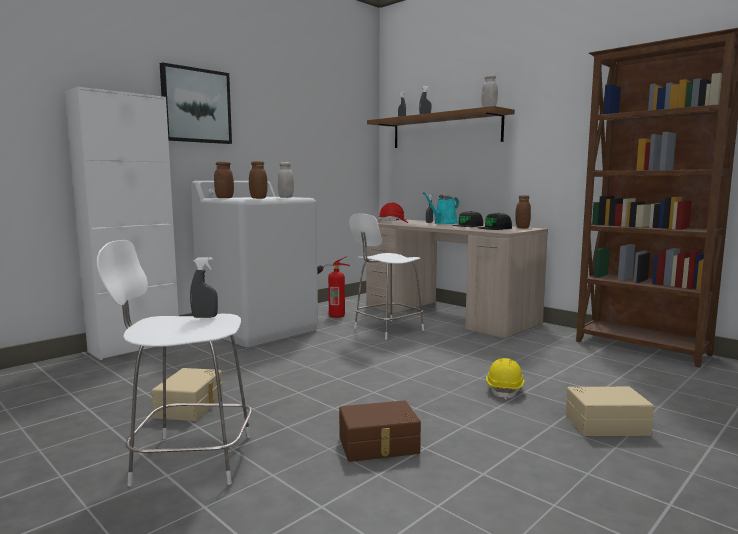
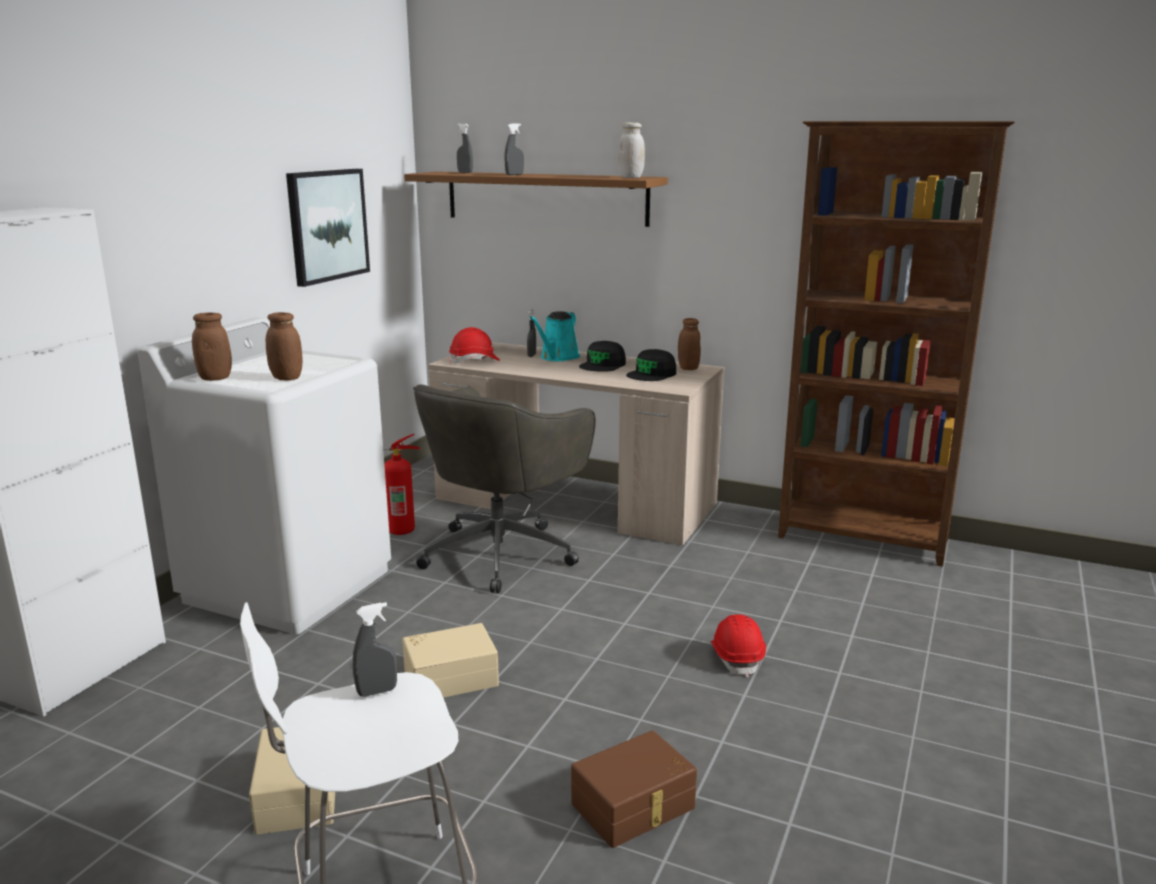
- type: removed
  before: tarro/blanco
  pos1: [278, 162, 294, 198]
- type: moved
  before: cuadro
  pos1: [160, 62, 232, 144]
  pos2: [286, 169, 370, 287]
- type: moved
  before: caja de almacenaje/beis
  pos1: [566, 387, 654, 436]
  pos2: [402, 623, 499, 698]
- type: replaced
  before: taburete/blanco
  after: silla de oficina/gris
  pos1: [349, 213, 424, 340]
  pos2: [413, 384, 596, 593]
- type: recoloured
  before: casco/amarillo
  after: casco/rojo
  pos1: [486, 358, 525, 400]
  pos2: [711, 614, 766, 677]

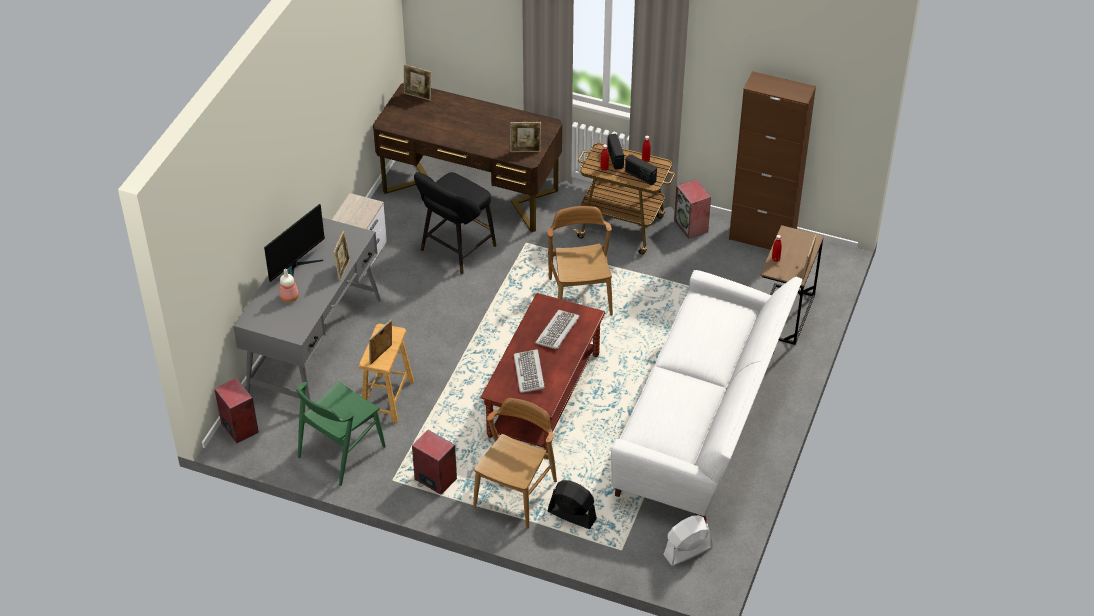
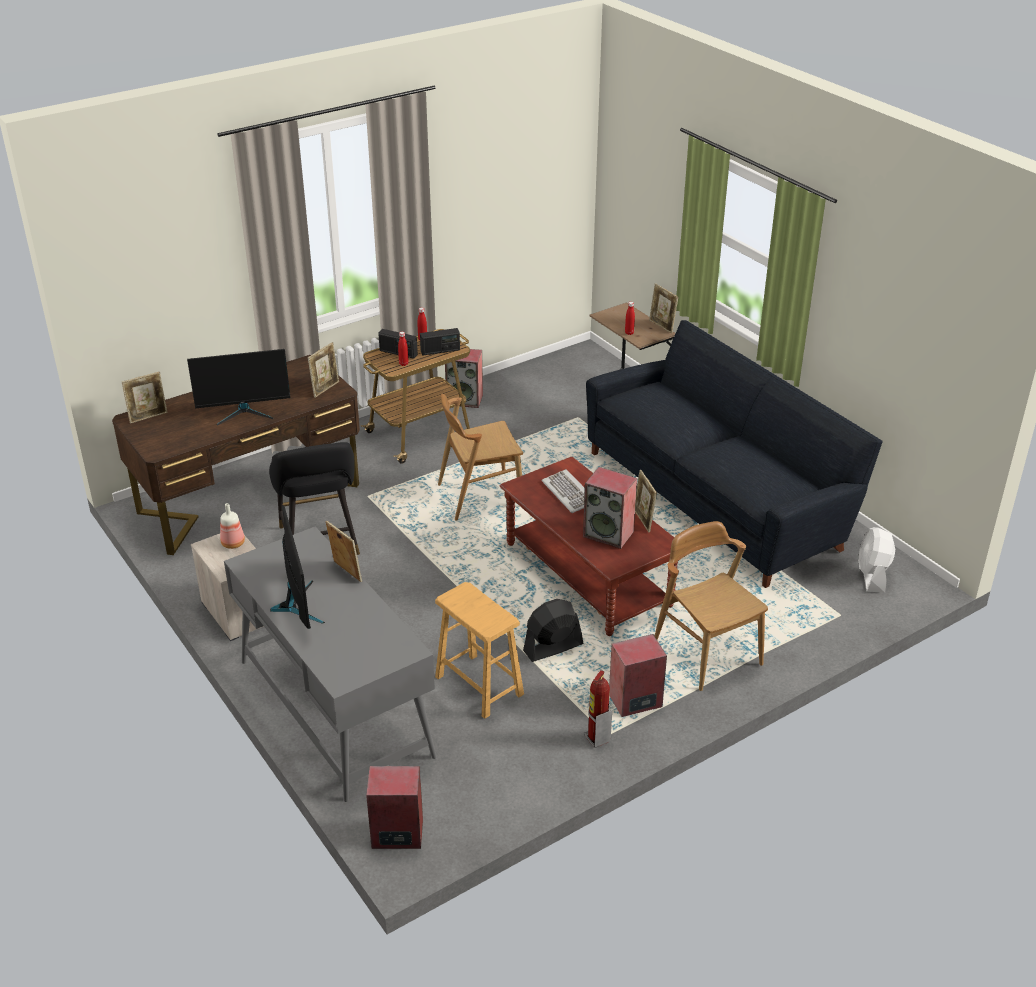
- type: removed
  before: silla/verde
  pos1: [296, 382, 386, 486]
- type: removed
  before: armario/marrón
  pos1: [729, 71, 816, 250]
- type: added
  after: monitor
  pos2: [187, 349, 290, 426]
- type: added
  after: extintor
  pos2: [584, 670, 612, 748]
- type: moved
  before: botella
  pos1: [279, 269, 299, 302]
  pos2: [220, 503, 245, 549]
- type: moved
  before: portarretratos
  pos1: [369, 319, 392, 365]
  pos2: [635, 470, 657, 532]
- type: moved
  before: ventilador/negro
  pos1: [547, 480, 597, 529]
  pos2: [523, 599, 583, 662]
- type: replaced
  before: teclado
  after: altavoz
  pos1: [514, 349, 545, 393]
  pos2: [583, 467, 637, 549]
- type: recoloured
  before: sofá/blanco
  after: sofá/negro
  pos1: [611, 270, 803, 522]
  pos2: [586, 320, 883, 588]
- type: turned
  before: silla/marrón
  pos1: [548, 206, 613, 316]
  pos2: [438, 394, 523, 520]
  turn: -45

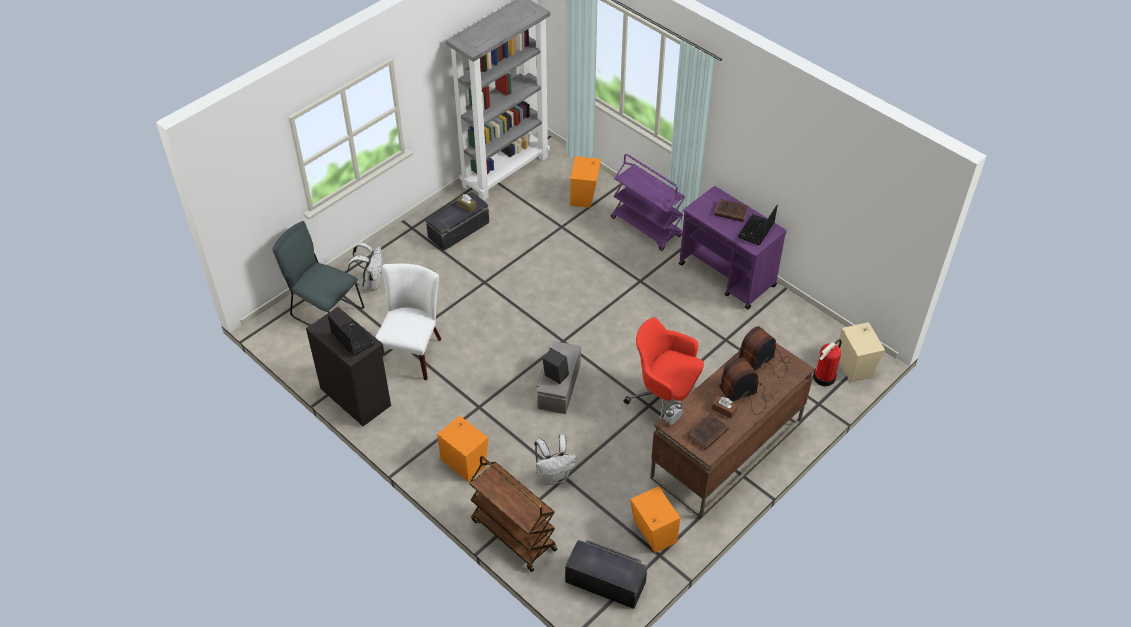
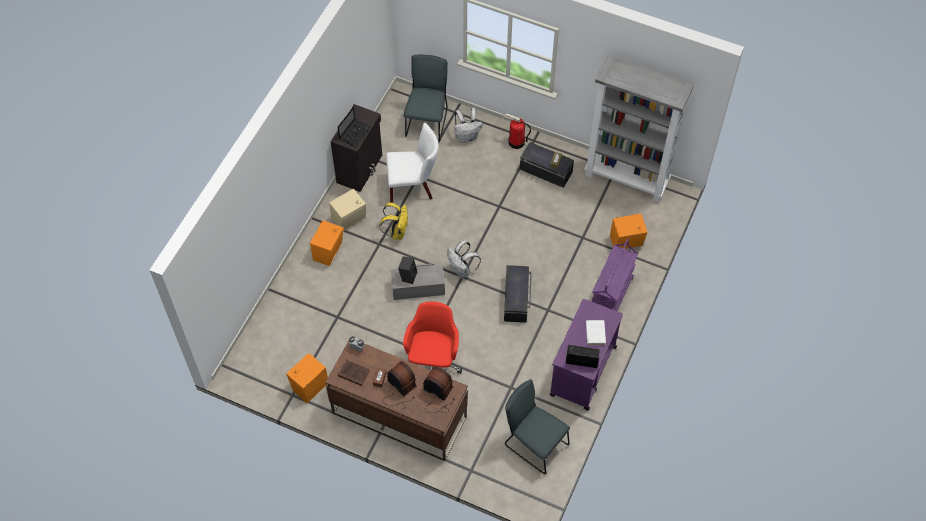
- type: removed
  before: carrito/marrón
  pos1: [469, 456, 557, 572]
- type: added
  after: mochila/amarillo
  pos2: [379, 202, 408, 240]
- type: added
  after: silla/gris
  pos2: [505, 379, 570, 474]
- type: moved
  before: mochila/blanco
  pos1: [534, 434, 577, 485]
  pos2: [447, 240, 481, 279]
- type: moved
  before: caja de almacenaje/negro
  pos1: [565, 540, 648, 609]
  pos2: [504, 265, 532, 323]
- type: moved
  before: extintor
  pos1: [813, 339, 842, 386]
  pos2: [504, 113, 531, 149]
- type: moved
  before: altavoz/beis
  pos1: [837, 322, 885, 382]
  pos2: [329, 189, 366, 231]
- type: recoloured
  before: libro/marrón
  after: libro/blanco
  pos1: [714, 199, 748, 222]
  pos2: [586, 320, 606, 345]

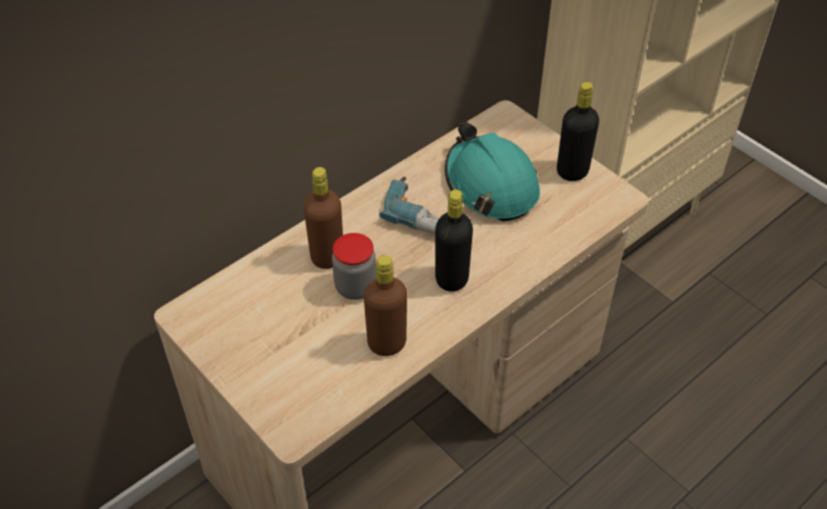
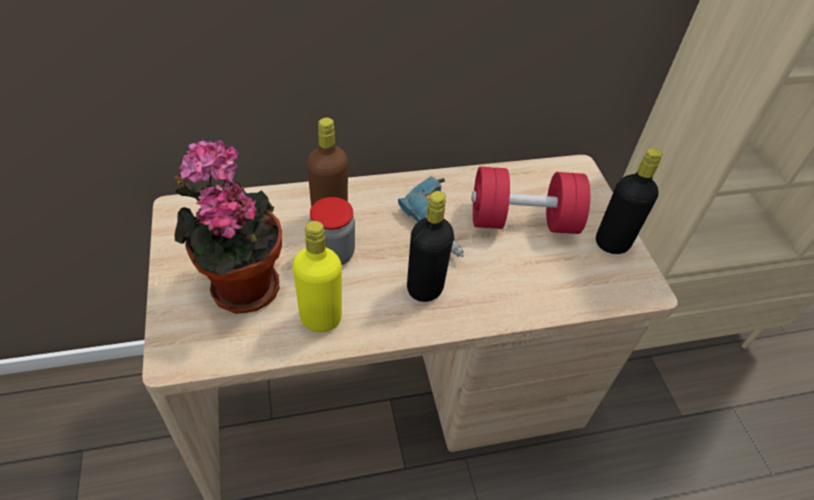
- type: added
  after: planta en maceta
  pos2: [174, 139, 282, 314]
- type: replaced
  before: casco/turquesa
  after: mancuerna/rojo
  pos1: [445, 122, 540, 221]
  pos2: [472, 167, 590, 234]
- type: recoloured
  before: botella/marrón
  after: botella/amarillo
  pos1: [364, 255, 407, 356]
  pos2: [293, 221, 342, 332]

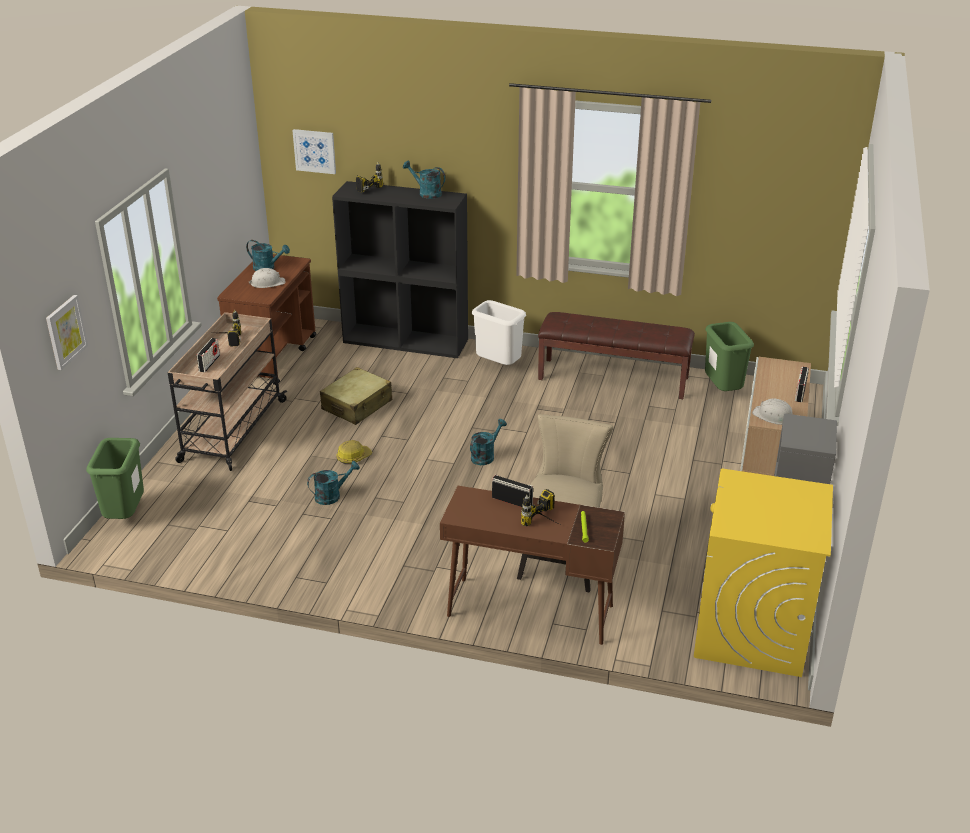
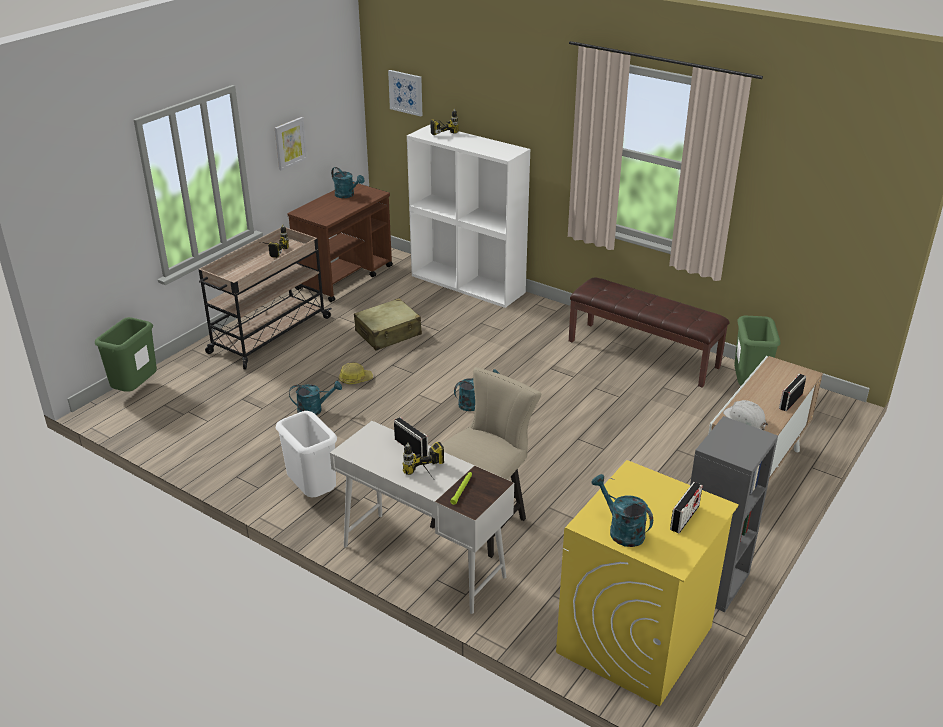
- type: removed
  before: casco/blanco
  pos1: [248, 268, 285, 288]
- type: moved
  before: cuadro
  pos1: [46, 295, 88, 370]
  pos2: [275, 117, 307, 171]
- type: moved
  before: radio
  pos1: [197, 338, 220, 372]
  pos2: [670, 482, 703, 533]
- type: moved
  before: regadera/turquesa
  pos1: [403, 161, 445, 199]
  pos2: [591, 474, 653, 547]
- type: moved
  before: papelera/blanco
  pos1: [472, 300, 526, 365]
  pos2: [276, 411, 337, 497]
- type: recoloured
  before: estantería/negro
  after: estantería/blanco
  pos1: [332, 181, 468, 358]
  pos2: [407, 124, 530, 308]
- type: recoloured
  before: escritorio/marrón
  after: escritorio/blanco
  pos1: [440, 486, 625, 645]
  pos2: [330, 421, 514, 614]

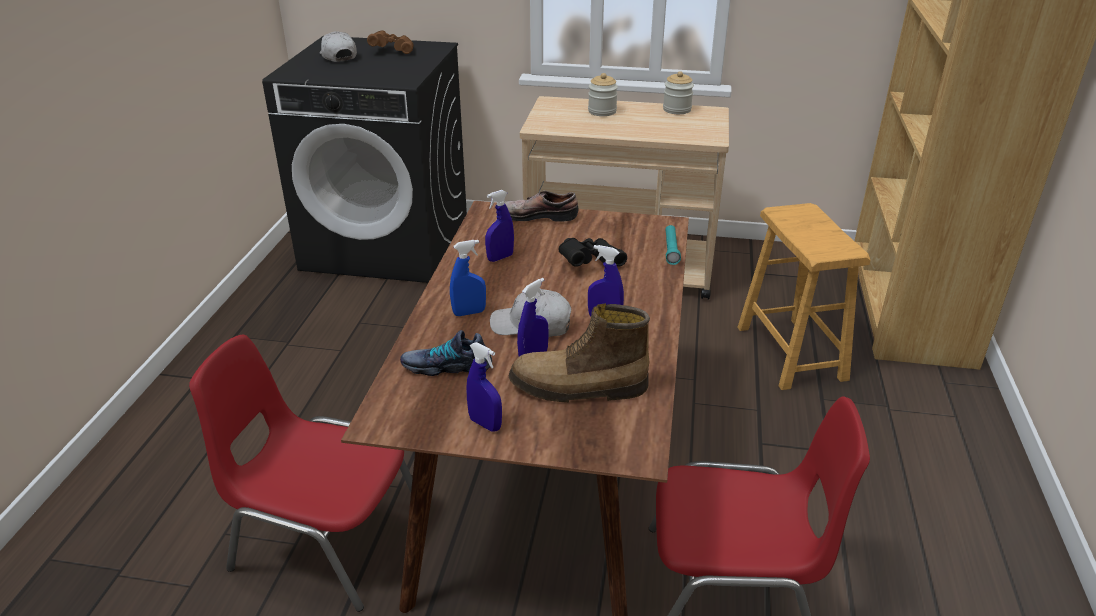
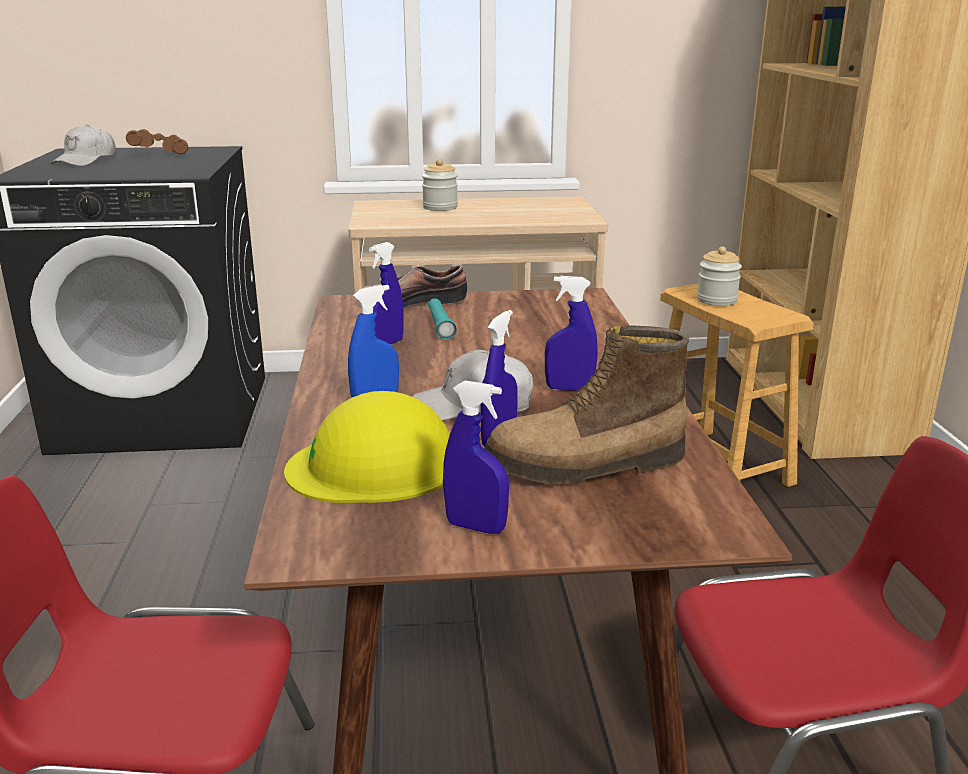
- type: removed
  before: prismáticos/negro
  pos1: [558, 238, 627, 267]
- type: moved
  before: tarro
  pos1: [663, 71, 694, 114]
  pos2: [697, 247, 742, 306]
- type: moved
  before: linterna/turquesa
  pos1: [665, 225, 681, 265]
  pos2: [428, 298, 457, 340]
- type: replaced
  before: zapato
  after: casco/amarillo
  pos1: [400, 330, 492, 376]
  pos2: [284, 391, 450, 503]
- type: turned
  before: gorra/blanco
  pos1: [320, 31, 357, 62]
  pos2: [50, 124, 116, 166]
  turn: -120

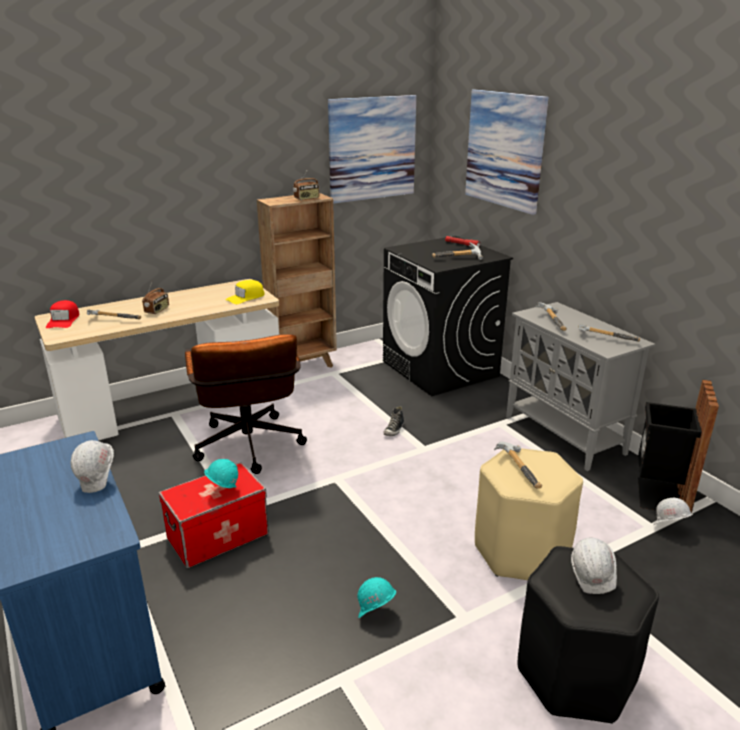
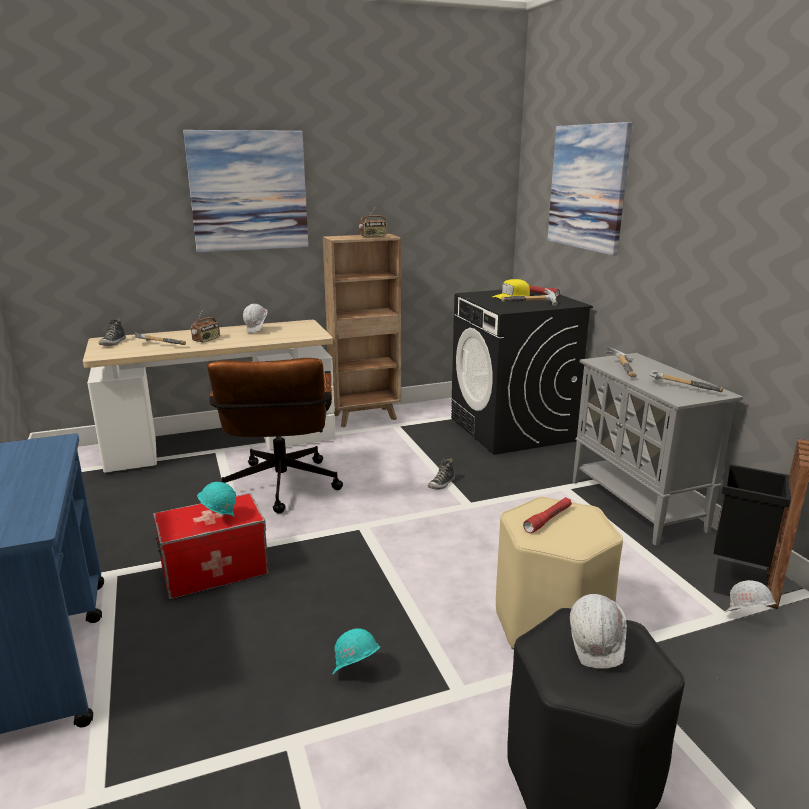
- type: moved
  before: casco/blanco
  pos1: [71, 440, 114, 493]
  pos2: [243, 304, 268, 333]
- type: moved
  before: gorra/amarillo
  pos1: [226, 280, 265, 304]
  pos2: [492, 279, 530, 299]
- type: moved
  before: cuadro
  pos1: [328, 95, 416, 204]
  pos2: [183, 130, 308, 252]
- type: replaced
  before: gorra/rojo
  after: zapato
  pos1: [46, 300, 80, 328]
  pos2: [99, 319, 126, 346]
- type: replaced
  before: martillo
  after: linterna/rojo
  pos1: [494, 442, 542, 489]
  pos2: [523, 497, 572, 533]

